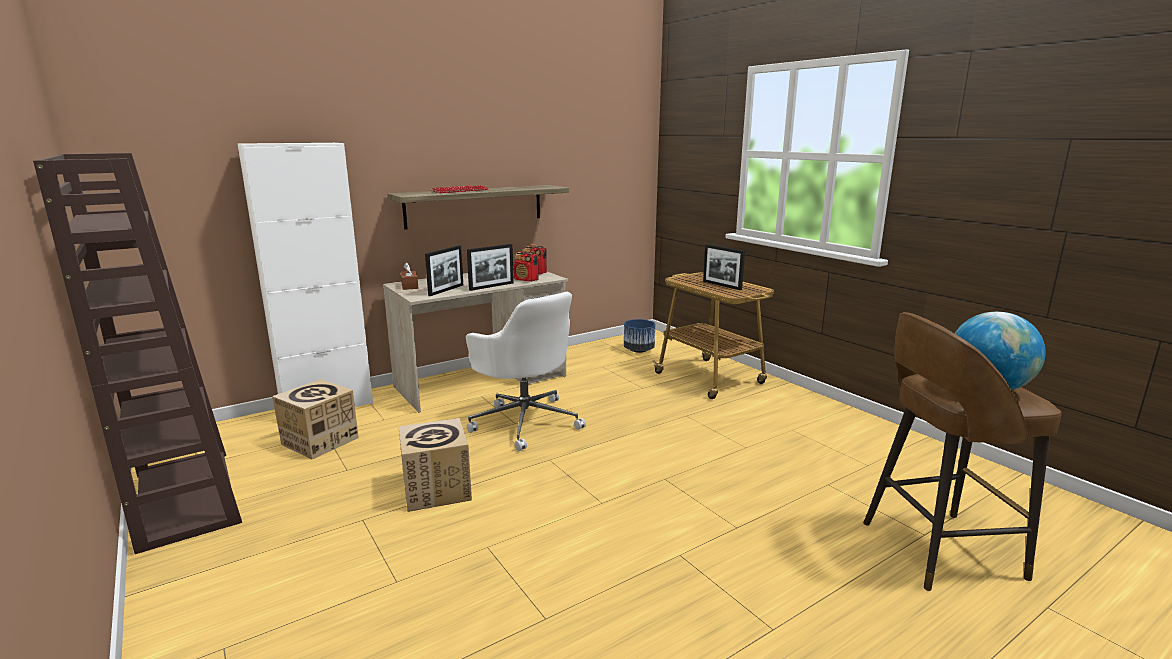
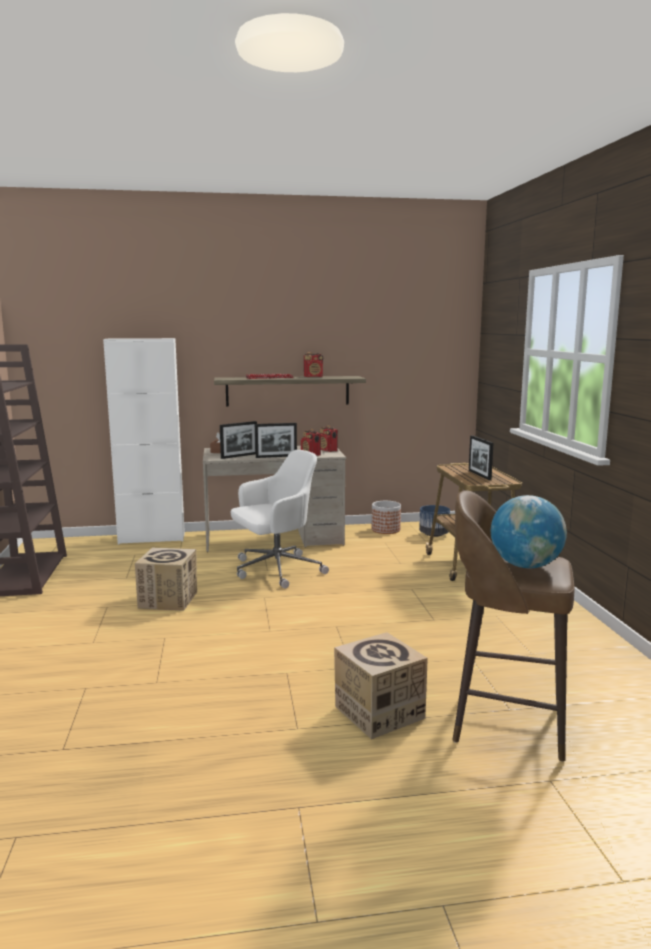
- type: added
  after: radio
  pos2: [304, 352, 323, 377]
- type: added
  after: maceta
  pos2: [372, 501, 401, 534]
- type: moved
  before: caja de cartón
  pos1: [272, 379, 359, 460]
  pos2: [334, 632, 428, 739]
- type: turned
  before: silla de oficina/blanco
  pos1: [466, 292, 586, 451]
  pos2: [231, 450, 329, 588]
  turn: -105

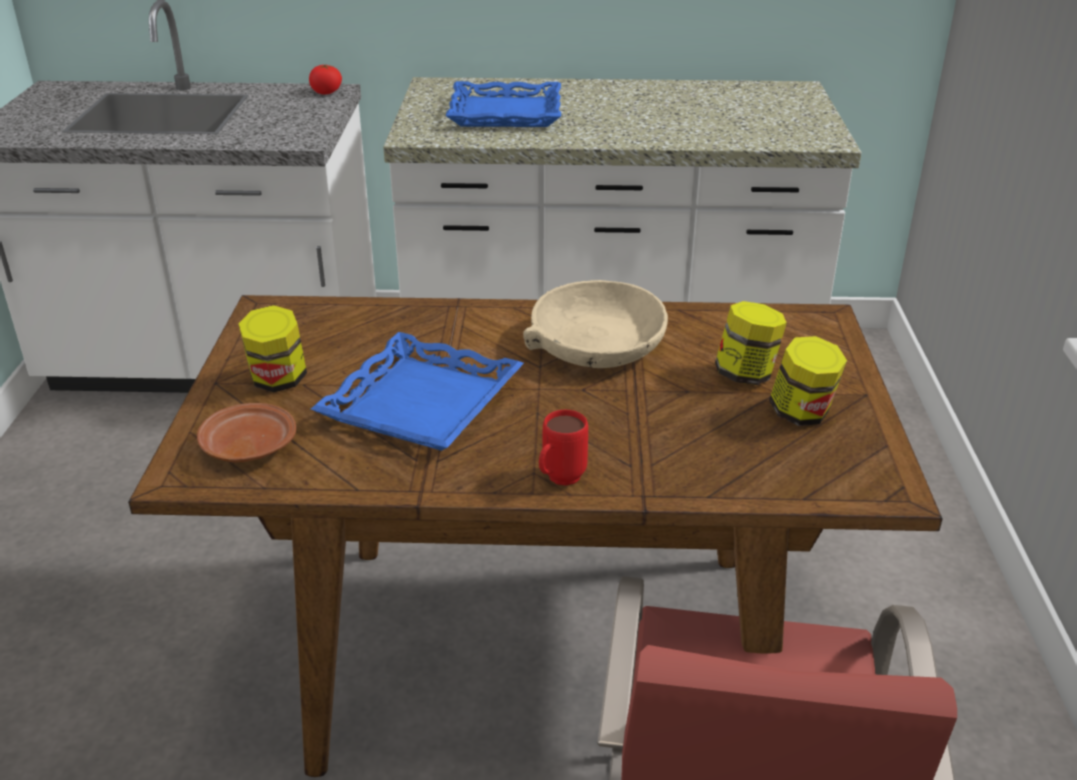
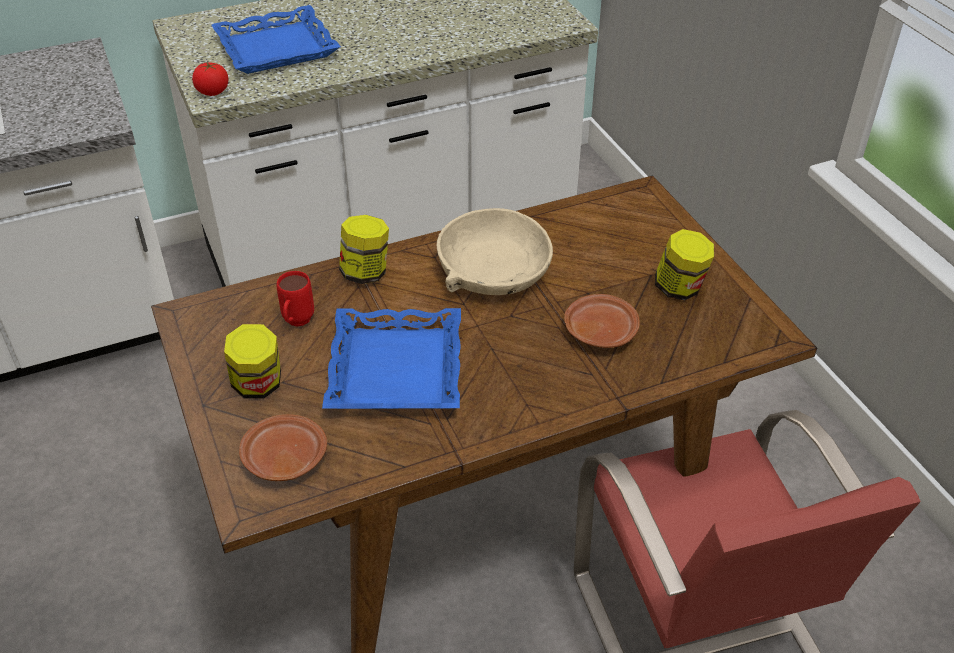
- type: added
  after: plato/marrón
  pos2: [564, 294, 640, 348]
- type: moved
  before: tomate
  pos1: [309, 64, 342, 95]
  pos2: [192, 62, 228, 96]
- type: moved
  before: taza grande/rojo
  pos1: [539, 410, 588, 486]
  pos2: [277, 271, 314, 326]
- type: moved
  before: tarro
  pos1: [715, 301, 787, 385]
  pos2: [339, 215, 389, 284]

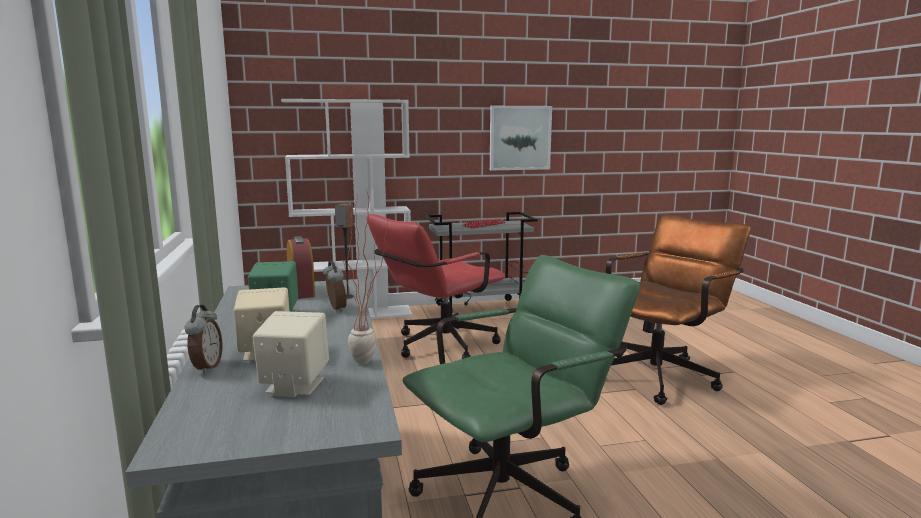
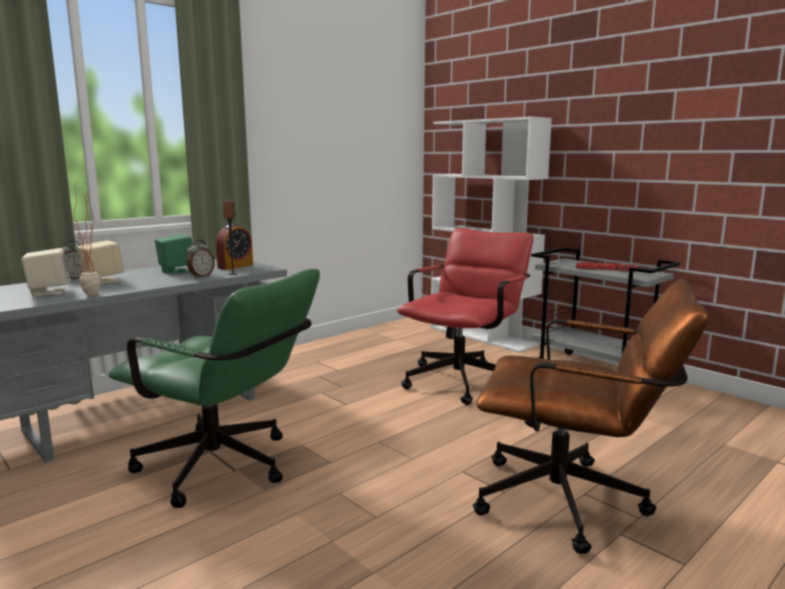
- type: removed
  before: cuadro
  pos1: [490, 106, 552, 170]
- type: turned
  before: silla de oficina/rojo
  pos1: [366, 214, 505, 359]
  pos2: [397, 228, 534, 405]
  turn: 105

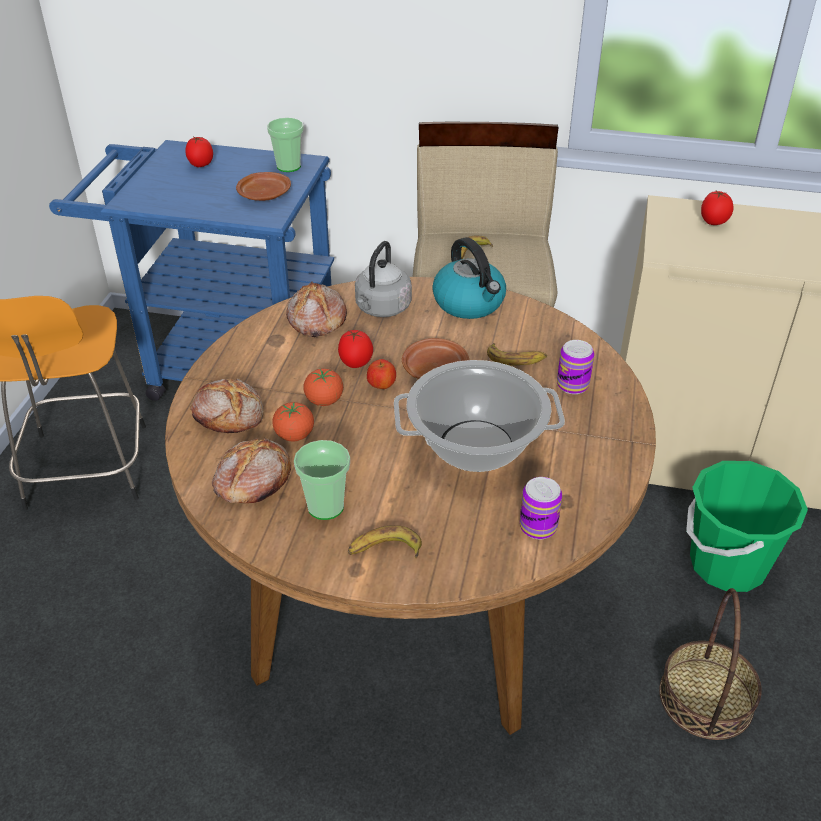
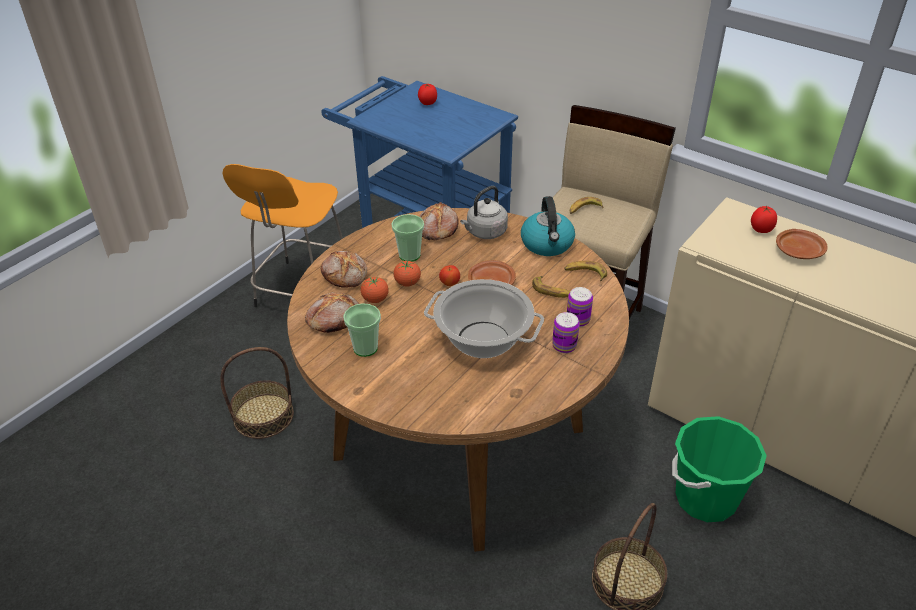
- type: removed
  before: tomate
  pos1: [338, 330, 373, 368]
- type: added
  after: cesta
  pos2: [220, 347, 294, 439]
- type: moved
  before: plato/marrón
  pos1: [236, 172, 291, 201]
  pos2: [776, 229, 828, 259]
- type: moved
  before: taza
  pos1: [267, 118, 304, 172]
  pos2: [391, 214, 424, 261]
- type: moved
  before: plátano
  pos1: [348, 525, 422, 558]
  pos2: [564, 261, 607, 281]
- type: moved
  before: lata
  pos1: [520, 477, 562, 539]
  pos2: [552, 312, 580, 353]

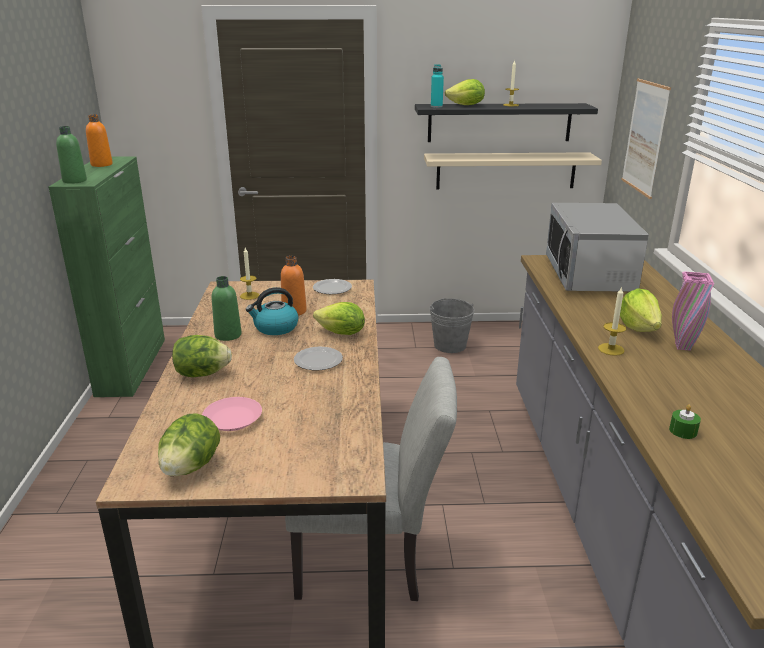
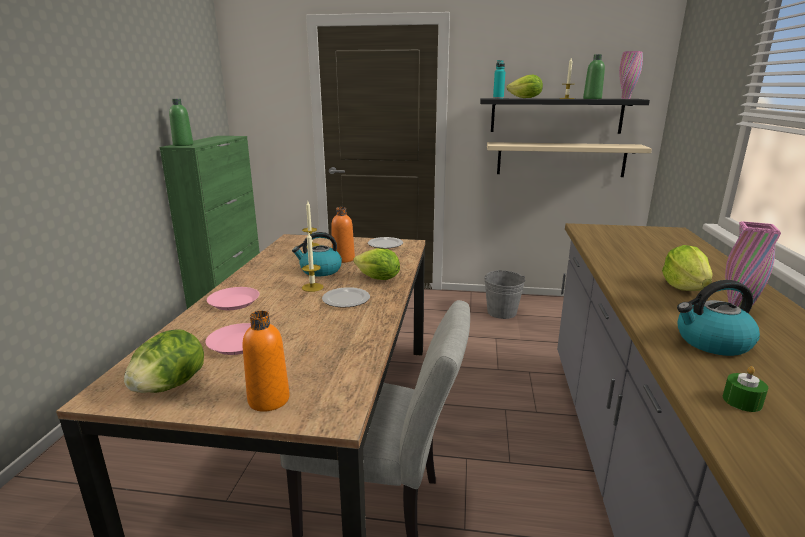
- type: removed
  before: microondas
  pos1: [546, 203, 649, 292]
- type: removed
  before: cuadro
  pos1: [622, 79, 671, 199]
- type: added
  after: florero/rosa
  pos2: [619, 51, 643, 99]
- type: added
  after: hervidor
  pos2: [677, 280, 760, 356]
- type: moved
  before: botella/naranja
  pos1: [86, 115, 113, 167]
  pos2: [243, 311, 290, 412]
- type: moved
  before: botella/verde
  pos1: [212, 276, 242, 341]
  pos2: [583, 54, 605, 99]
- type: moved
  before: vela
  pos1: [598, 286, 626, 356]
  pos2: [302, 233, 324, 292]
- type: replaced
  before: lechuga
  after: plato/rosa
  pos1: [172, 335, 232, 377]
  pos2: [207, 287, 259, 310]

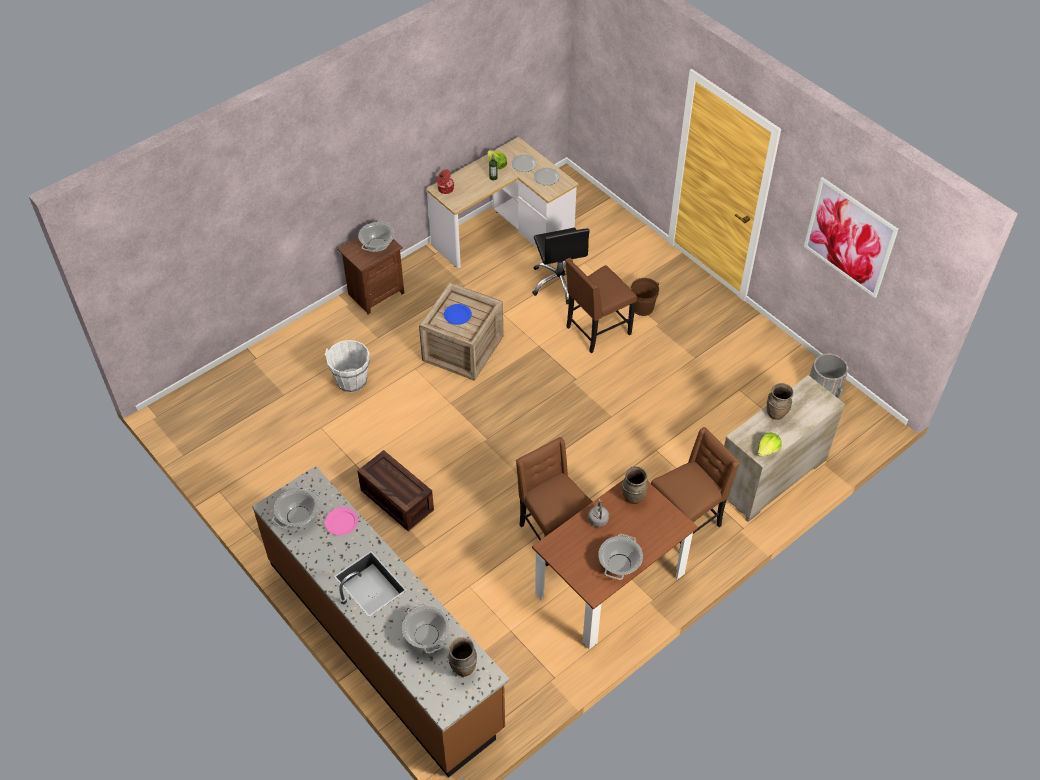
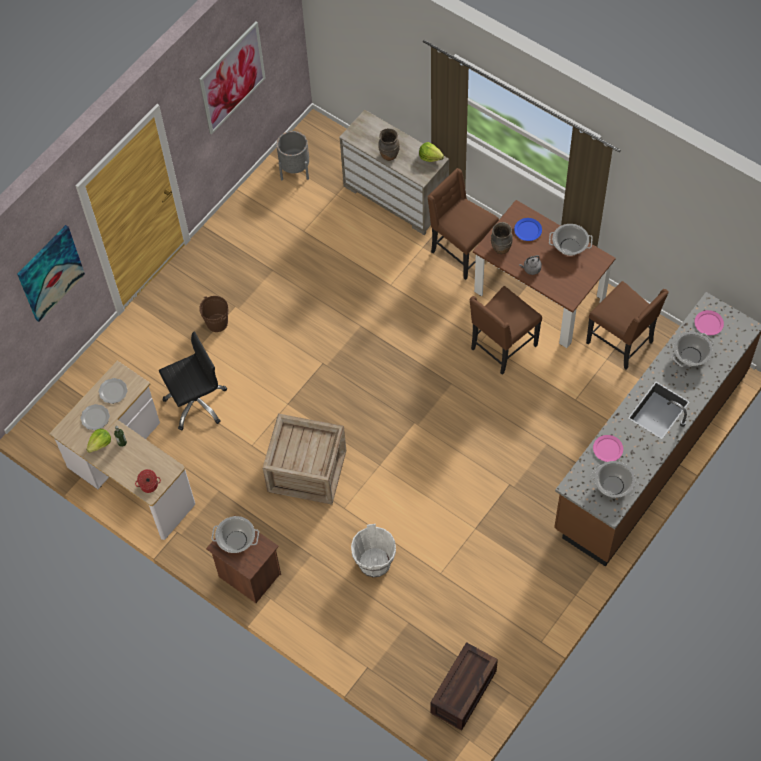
- type: added
  after: cuadro
  pos2: [17, 225, 85, 322]
- type: moved
  before: caja de embalaje
  pos1: [358, 450, 434, 531]
  pos2: [431, 642, 498, 731]
- type: moved
  before: plato/azul
  pos1: [444, 304, 472, 325]
  pos2: [514, 218, 542, 241]
- type: moved
  before: silla/marrón
  pos1: [565, 258, 637, 353]
  pos2: [586, 281, 669, 370]
- type: replaced
  before: florero/marrón
  after: plato/rosa
  pos1: [448, 637, 477, 677]
  pos2: [695, 310, 724, 335]

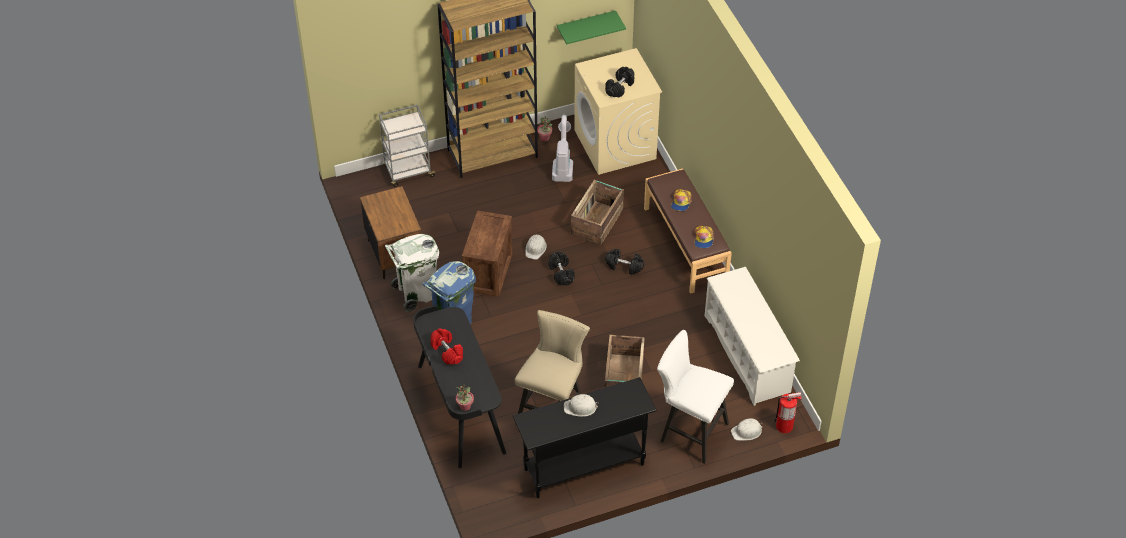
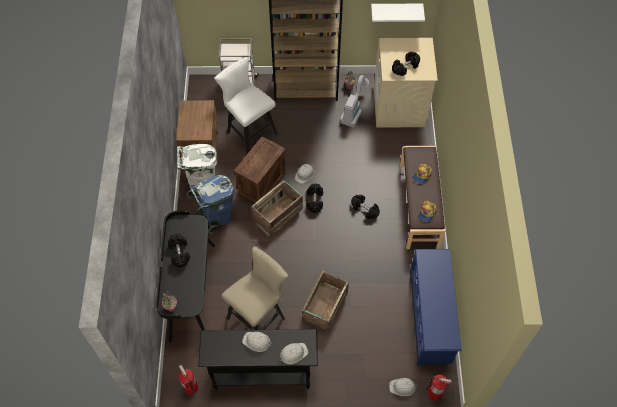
- type: added
  after: extintor
  pos2: [179, 365, 198, 395]
- type: added
  after: casco/blanco
  pos2: [280, 343, 308, 364]
- type: moved
  before: caja de embalaje
  pos1: [571, 180, 624, 246]
  pos2: [251, 180, 303, 235]
- type: moved
  before: taburete/blanco
  pos1: [657, 330, 734, 464]
  pos2: [214, 57, 278, 155]
- type: recoloured
  before: mancuerna/rojo
  after: mancuerna/negro
  pos1: [430, 328, 463, 365]
  pos2: [168, 234, 190, 268]
- type: recoloured
  before: estante/verde
  after: estante/blanco
  pos1: [557, 11, 626, 44]
  pos2: [371, 4, 425, 22]
- type: recoloured
  before: zapatero/blanco
  after: zapatero/azul
  pos1: [705, 267, 800, 406]
  pos2: [410, 249, 462, 366]

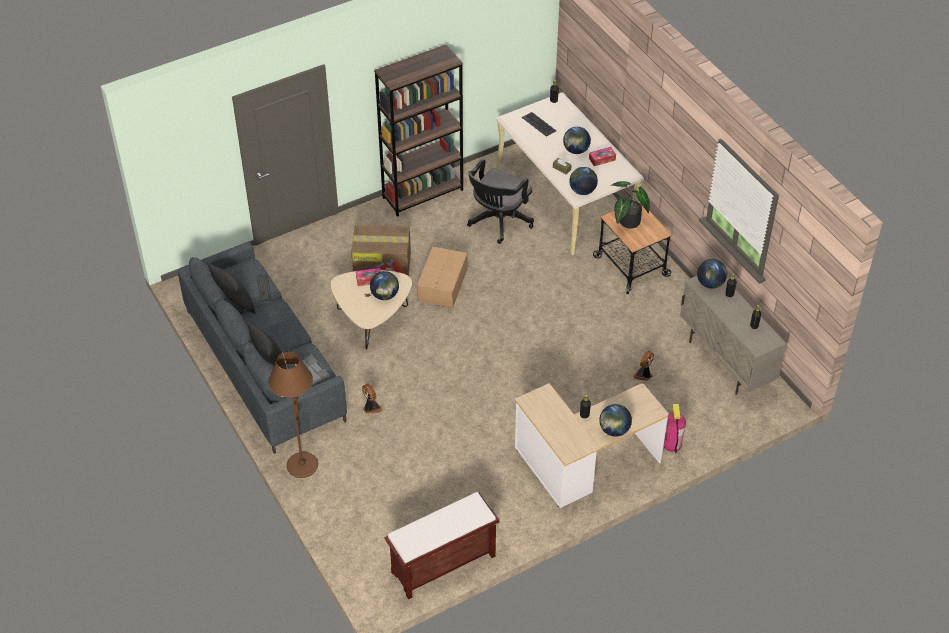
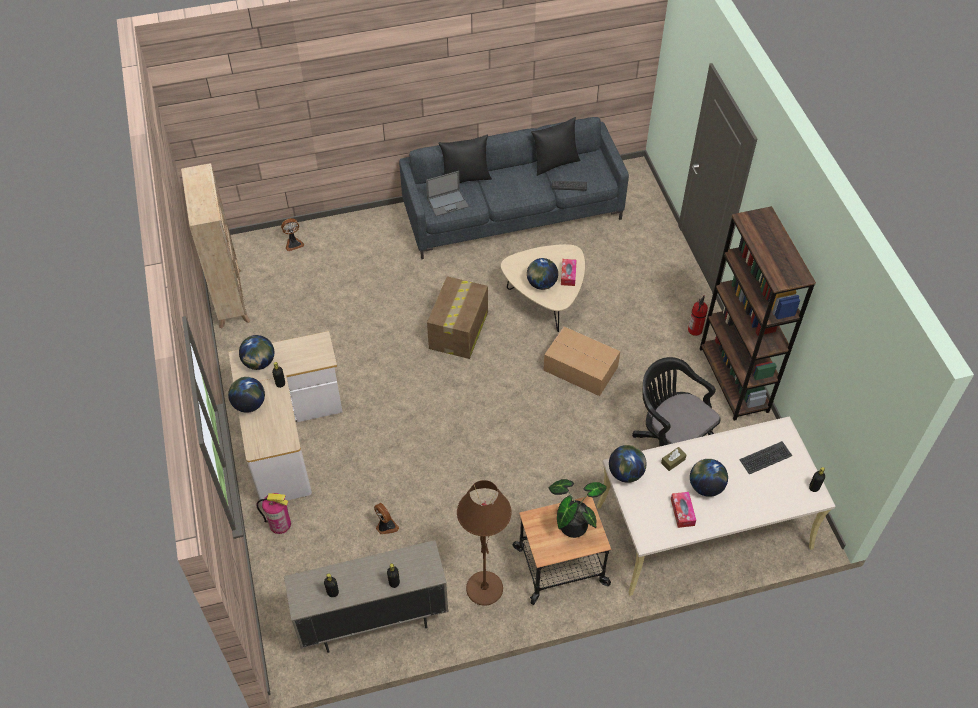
- type: added
  after: extintor
  pos2: [688, 295, 708, 336]
- type: moved
  before: lámpara de pie/marrón
  pos1: [268, 352, 318, 478]
  pos2: [457, 480, 511, 606]
- type: moved
  before: caja de cartón
  pos1: [351, 225, 411, 276]
  pos2: [427, 276, 488, 359]
- type: moved
  before: ventilador
  pos1: [362, 384, 383, 414]
  pos2: [281, 218, 304, 251]
- type: moved
  before: globo terráqueo
  pos1: [697, 259, 727, 289]
  pos2: [239, 335, 274, 370]
- type: replaced
  before: banco/marrón
  after: estantería/beis
  pos1: [384, 492, 500, 599]
  pos2: [181, 163, 250, 328]

